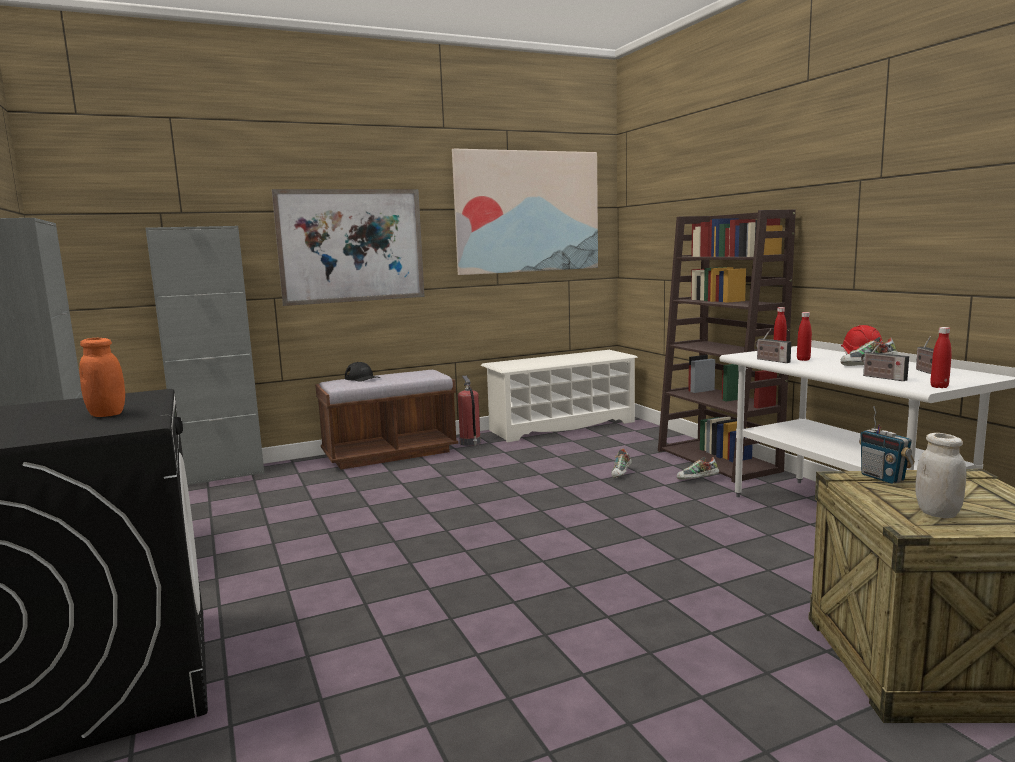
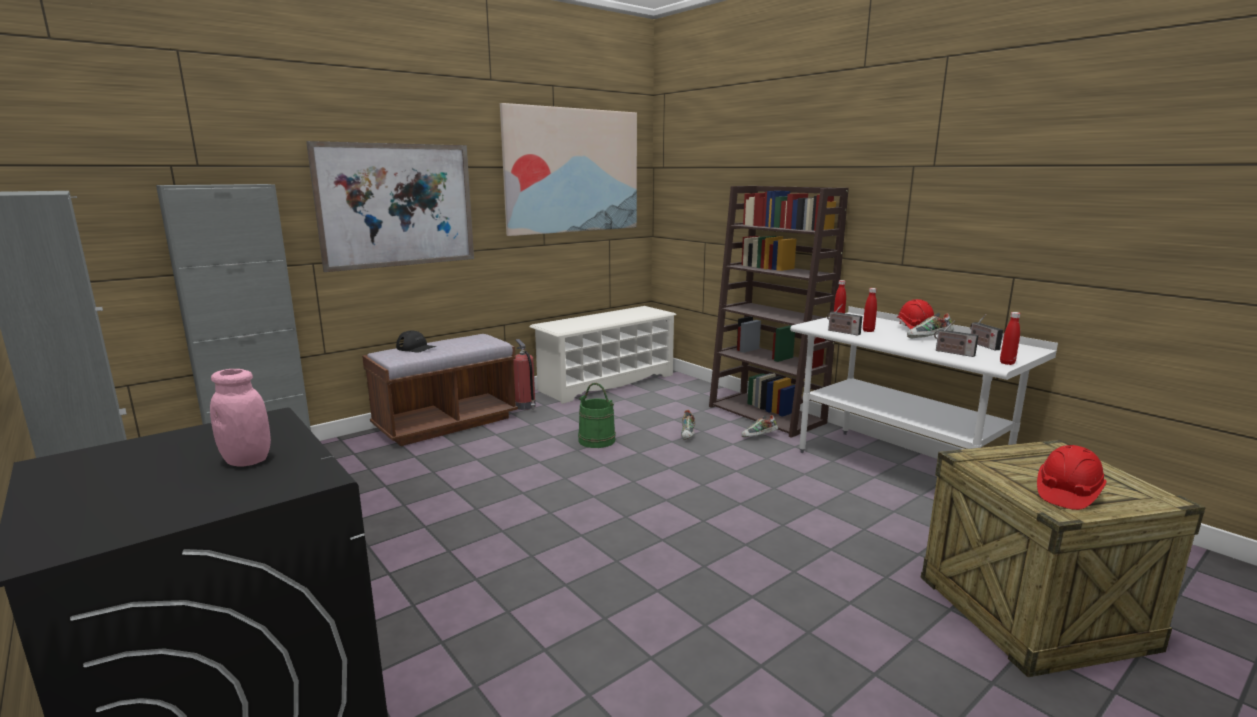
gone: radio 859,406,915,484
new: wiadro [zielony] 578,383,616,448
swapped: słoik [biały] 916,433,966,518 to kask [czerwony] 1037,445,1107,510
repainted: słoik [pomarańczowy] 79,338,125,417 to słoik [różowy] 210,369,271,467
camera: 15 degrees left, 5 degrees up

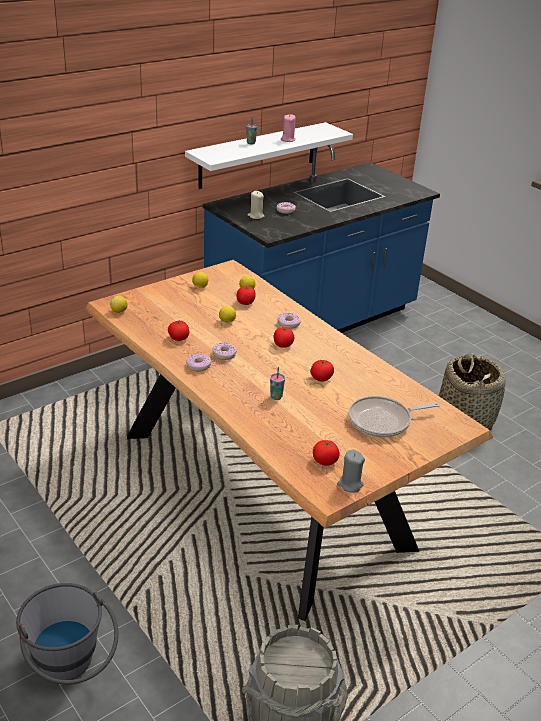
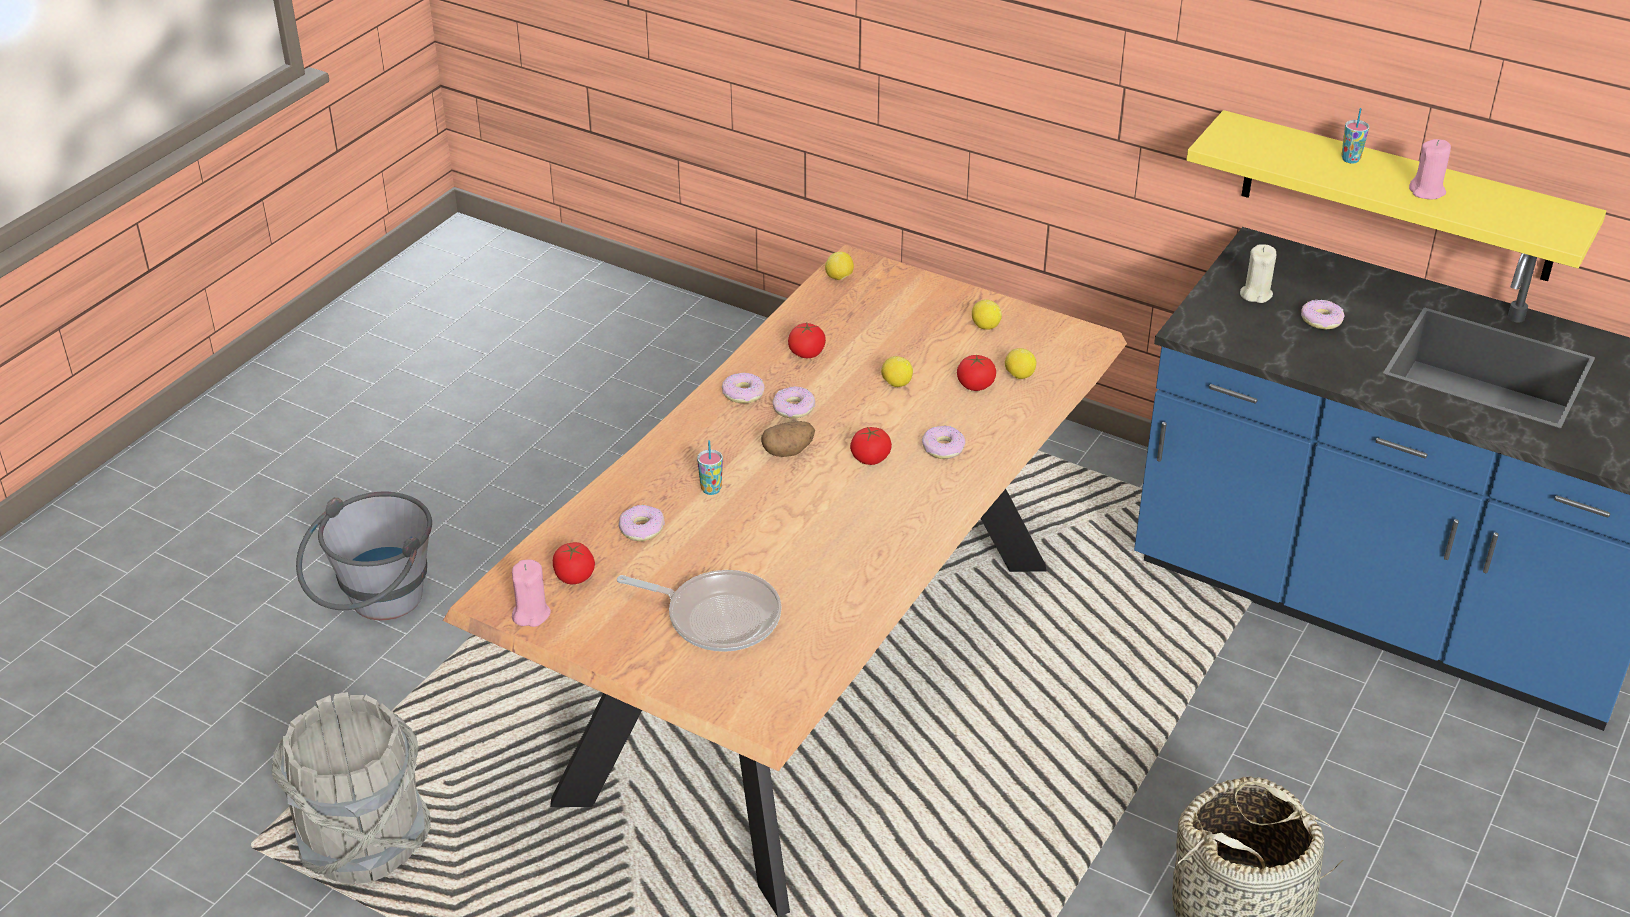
gone: pomidor 310,360,334,382
new: donut 618,505,665,541; ziemniak 761,421,815,457
repainted: półka [biały] 185,122,353,189 to półka [żółty] 1187,110,1606,281; świeca [szary] 337,450,365,493 to świeca [różowy] 512,560,551,627
rotated: patelnia 348,396,440,437 = 617,570,781,652 150 degrees clockwise
camera: 70 degrees right, 5 degrees up

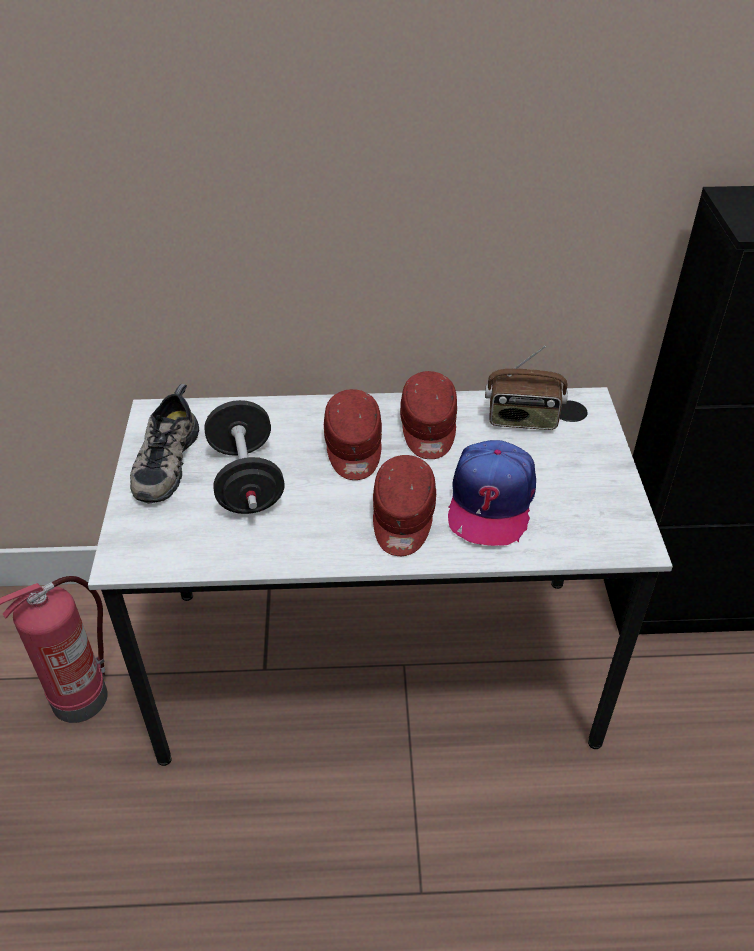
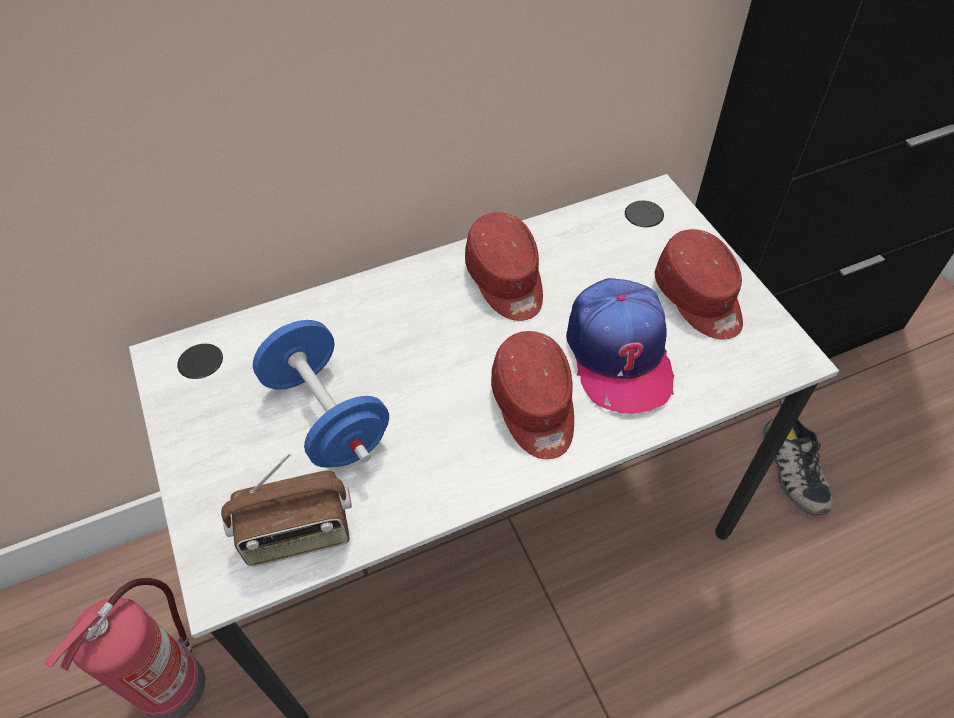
shifted: but 130,384,200,504 to 763,400,833,515; czapka z daszkiem [czerwony] 324,389,382,480 to 655,229,743,339; radio 485,346,568,430 to 221,453,352,566
repainted: hantel [czarny] 204,400,285,514 to hantel [niebieski] 253,320,389,468
camera: 20 degrees left, 10 degrees up

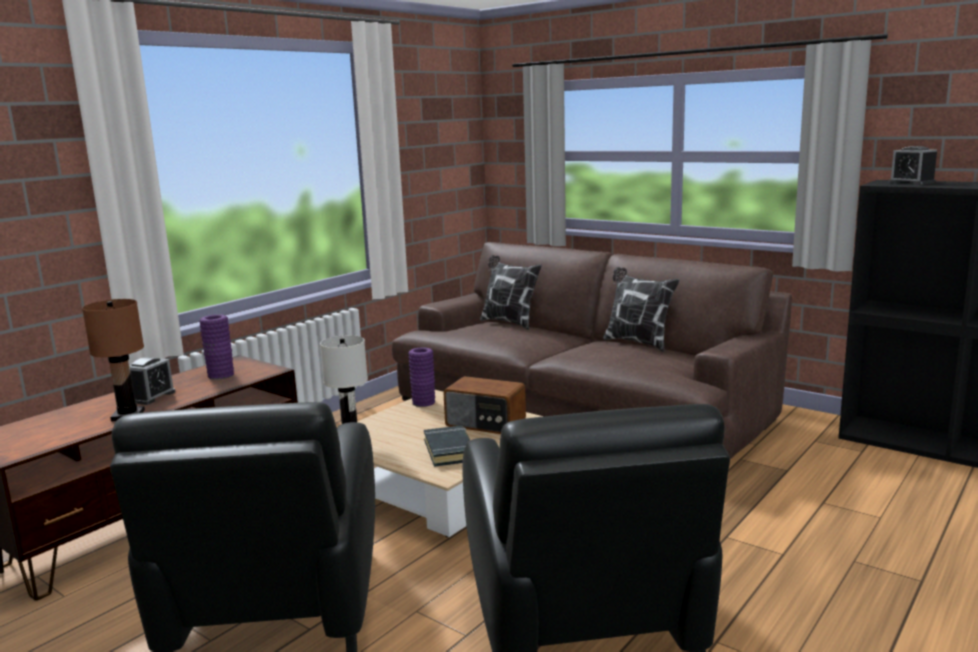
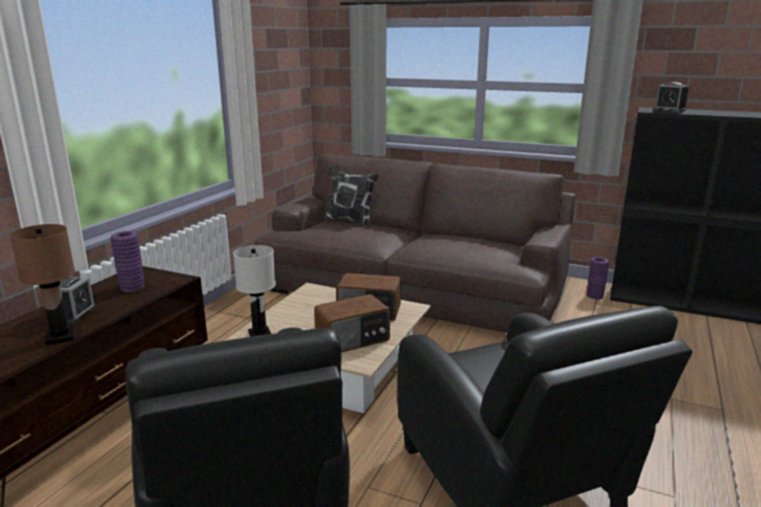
gone: poduszka 603,267,679,352
shifted: wazon [fioletowy] 408,347,435,407 to 587,257,609,299
swapped: książka [czarny] 424,425,470,467 to radio 314,294,390,353
camera: 15 degrees left, 5 degrees up

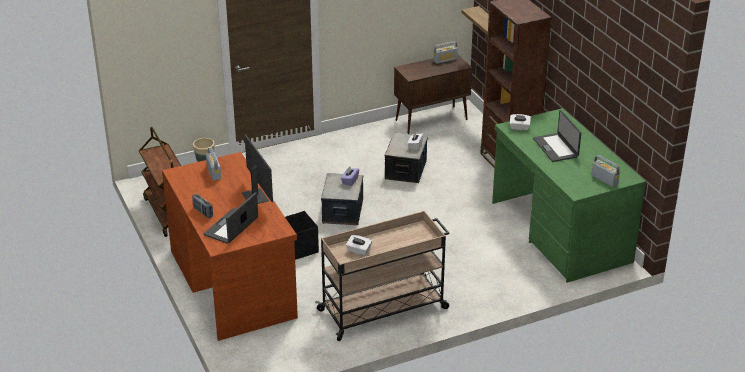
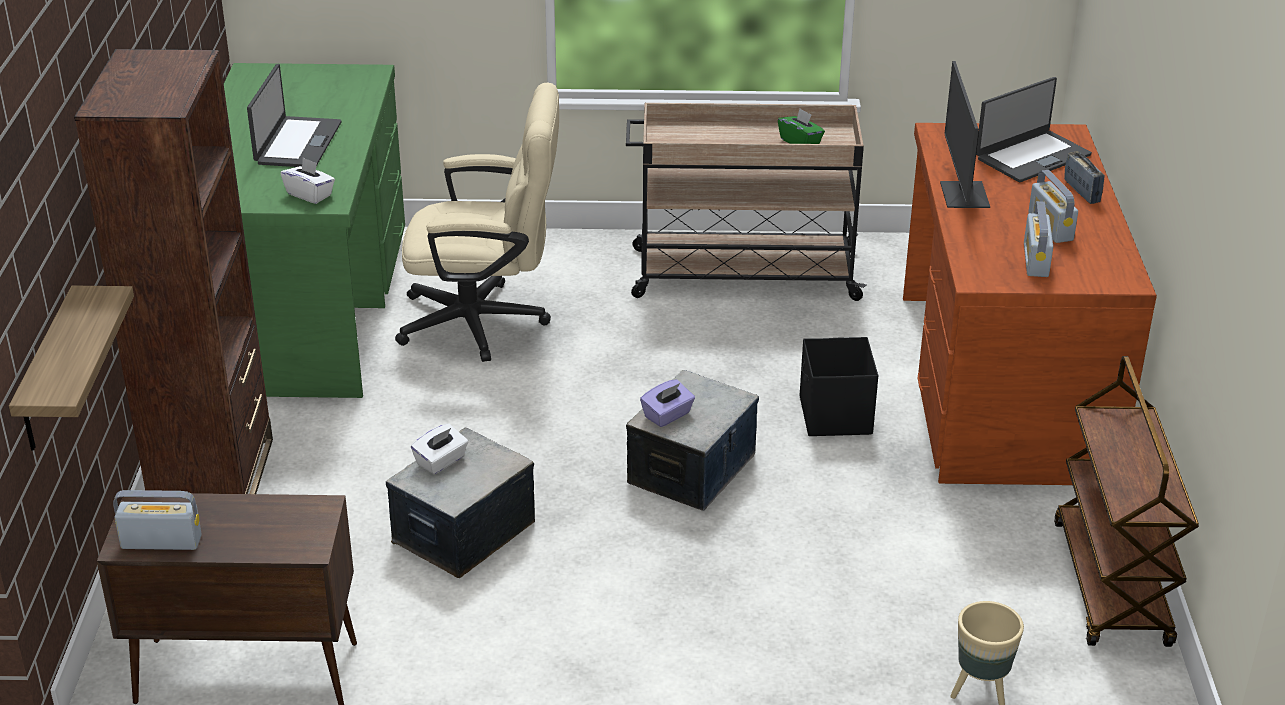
new: krzesło biurowe [beżowy] 395,82,559,362
shifted: radio 591,155,620,187 to 1028,170,1078,243
repainted: pudełko chusteczek [biały] 346,235,372,256 to pudełko chusteczek [zielony] 778,109,825,144
camera: 155 degrees left, 0 degrees up

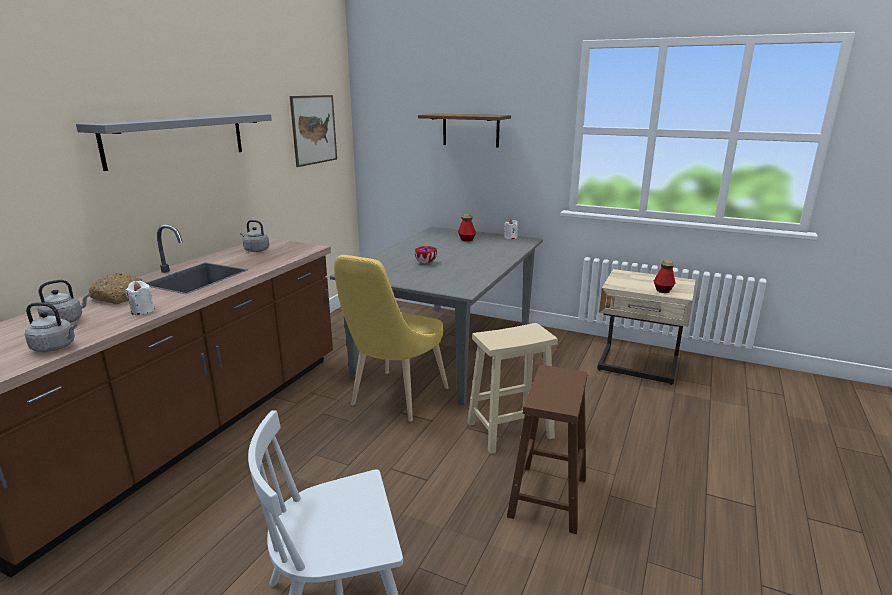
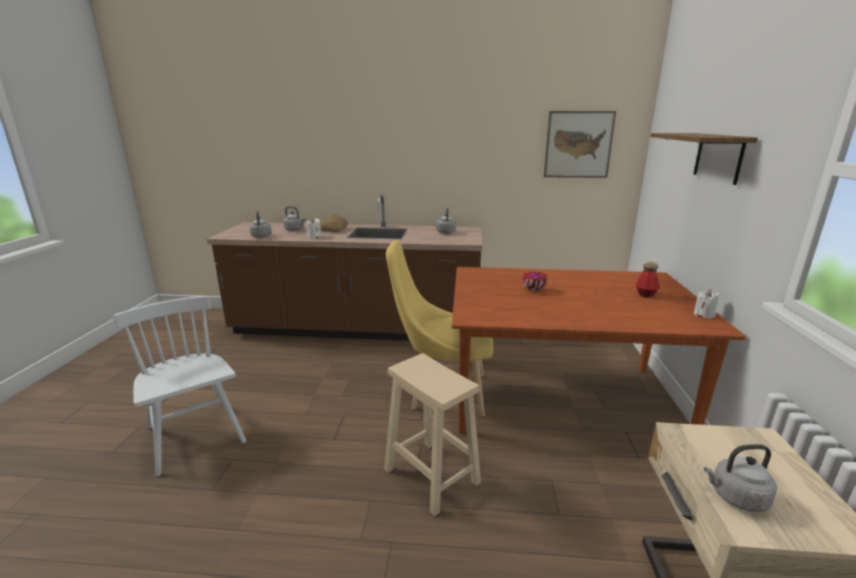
gone: półka [szary] 76,113,272,171; stołek [brązowy] 507,365,588,534
swapped: butelka 654,260,675,293 to czajnik [szary] 704,444,777,512
repainted: stół jadalny [szary] 330,226,543,405 to stół jadalny [brązowy] 452,267,746,434
camera: 70 degrees right, 0 degrees up

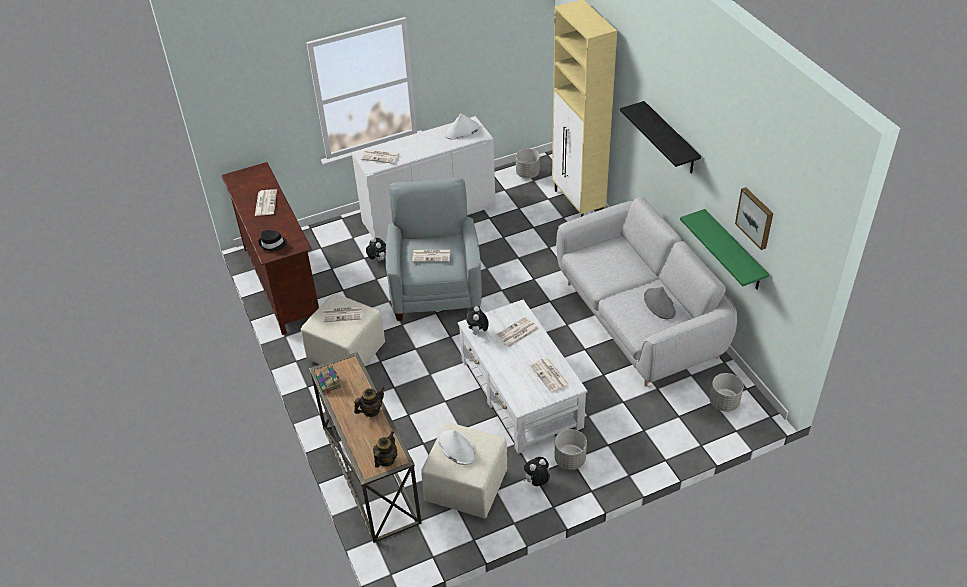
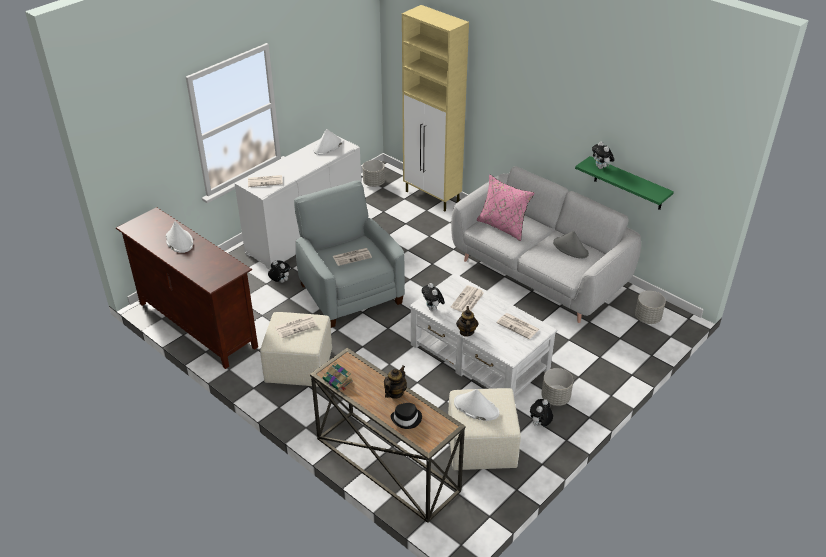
gone: półka [czarny] 620,101,701,174; obraz 735,187,773,250
new: poduszka [różowy] 477,175,534,241; pluszak 592,141,614,169
shifted: kapelusz [czarny] 258,230,287,251 to 391,403,422,429; imbryk 373,431,397,468 to 456,306,478,337
swapped: gazeta 255,189,277,216 to kapelusz [biały] 166,222,193,253
camera: 25 degrees left, 5 degrees down

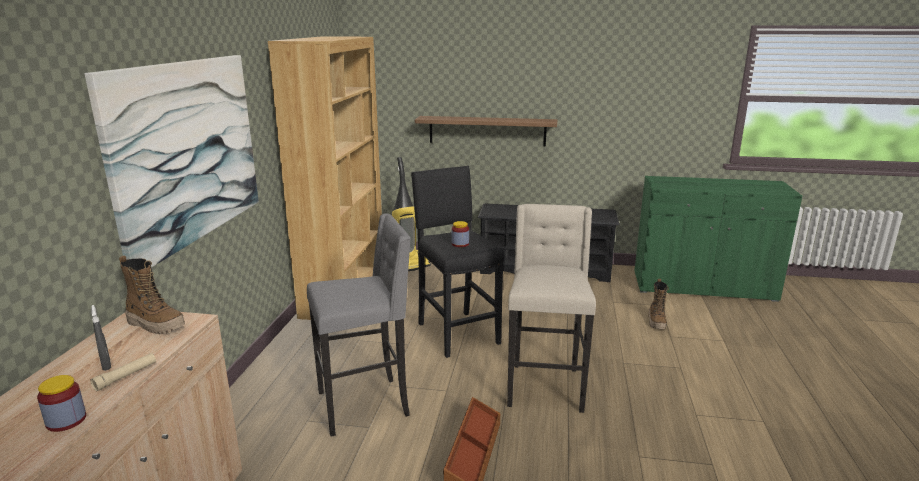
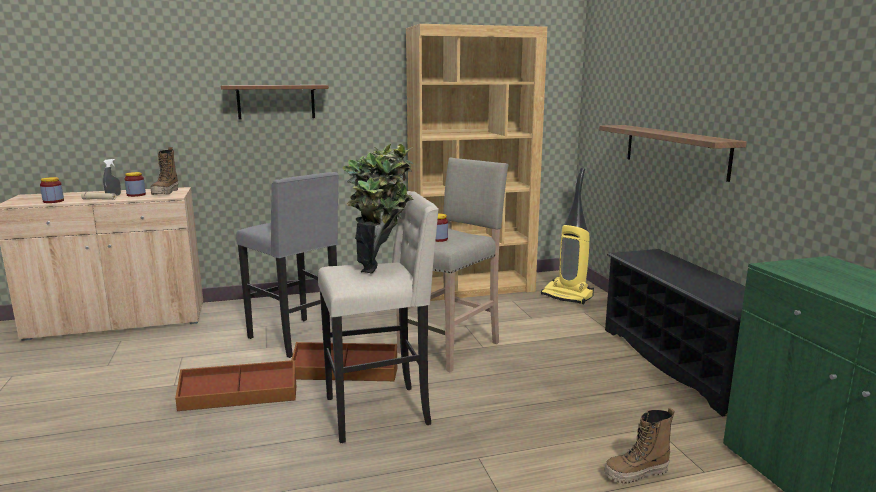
new: słoik 124,172,146,197; pojemnik do przechowywania [brązowy] 291,342,397,381; roślina doniczkowa 342,143,414,274
swapped: obraz 84,55,259,268 to półka [brązowy] 221,85,329,119
repainted: stołek [czarny] 411,166,504,358 to stołek [beżowy] 397,157,508,372
camera: 65 degrees right, 5 degrees down

